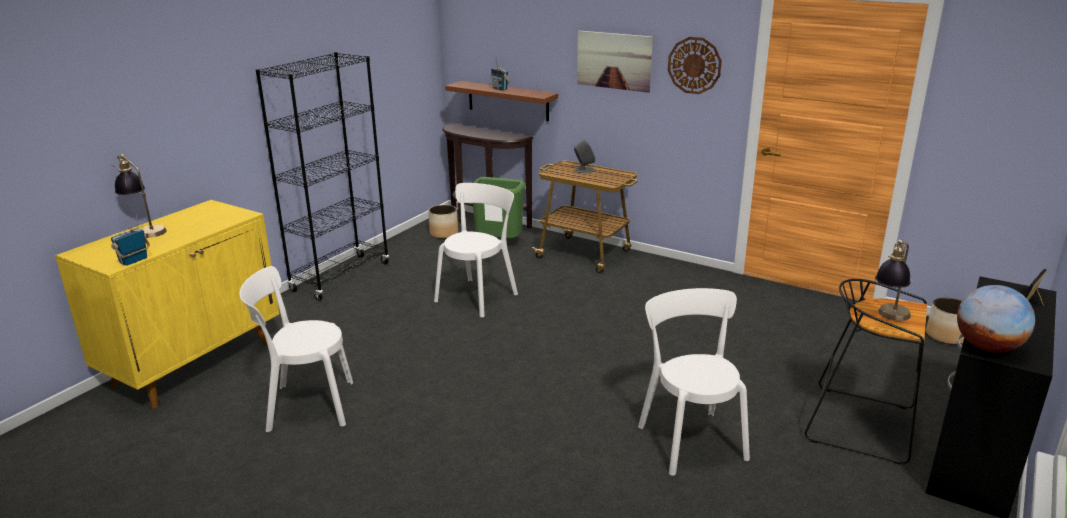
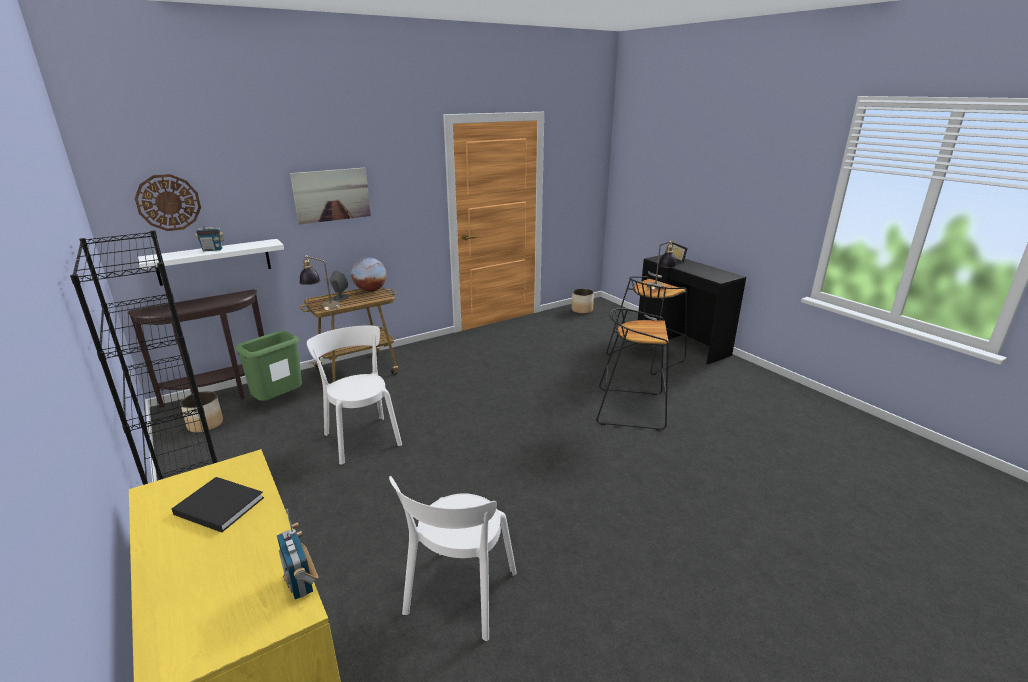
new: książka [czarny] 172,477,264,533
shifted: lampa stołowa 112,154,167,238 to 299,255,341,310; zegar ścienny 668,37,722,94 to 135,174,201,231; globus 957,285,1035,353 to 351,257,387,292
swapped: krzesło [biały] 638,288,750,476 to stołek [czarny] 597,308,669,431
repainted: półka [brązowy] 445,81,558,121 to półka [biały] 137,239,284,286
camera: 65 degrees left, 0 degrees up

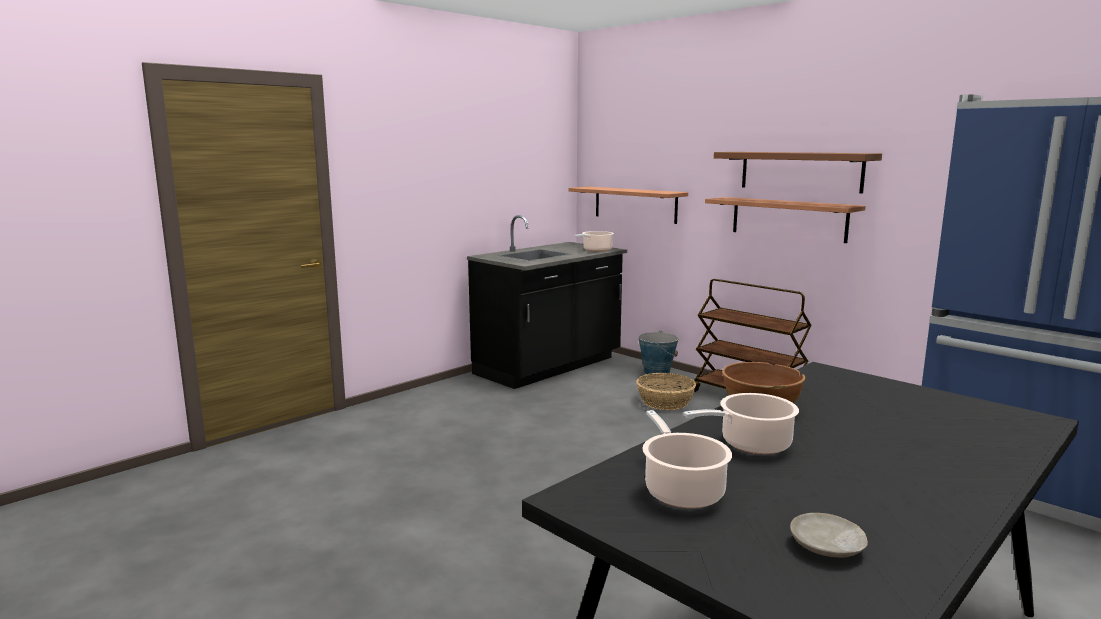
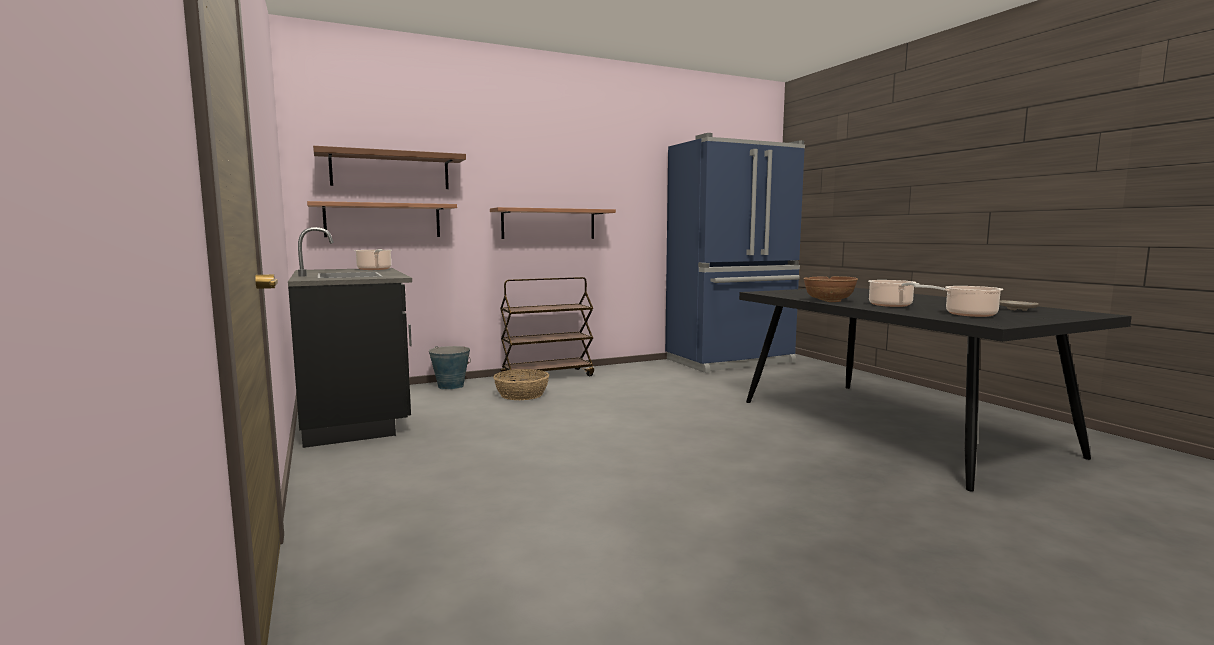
shifted: półka [brązowy] 714,152,882,193 to 313,146,466,189
camera: 70 degrees left, 5 degrees down

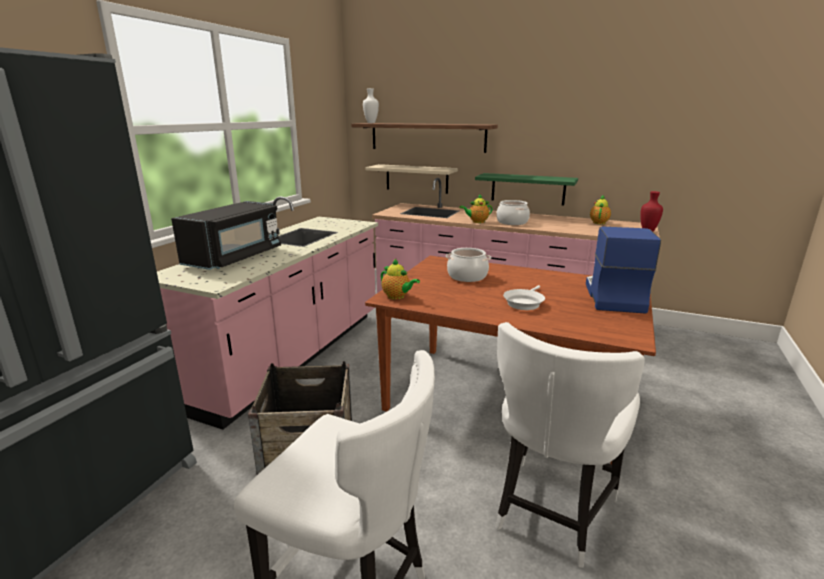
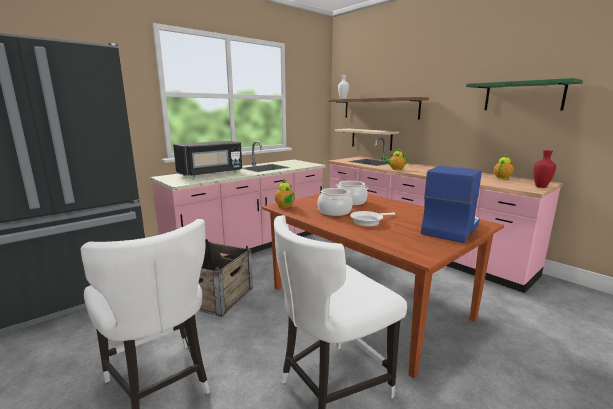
shifted: półka [zielony] 475,173,578,206 to 466,78,583,111; garnek 496,200,530,225 to 318,188,353,216
camera: 25 degrees right, 5 degrees down

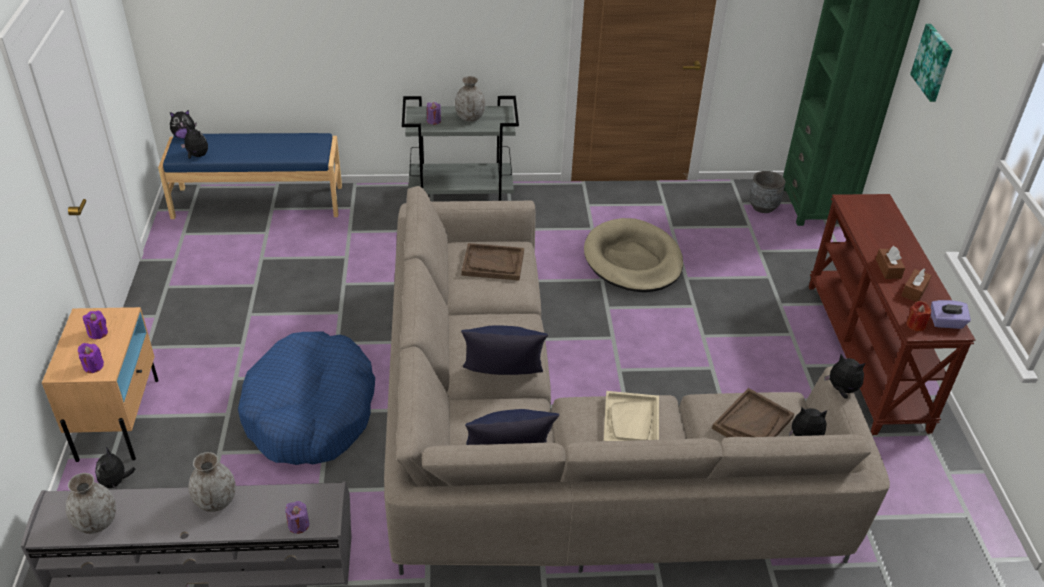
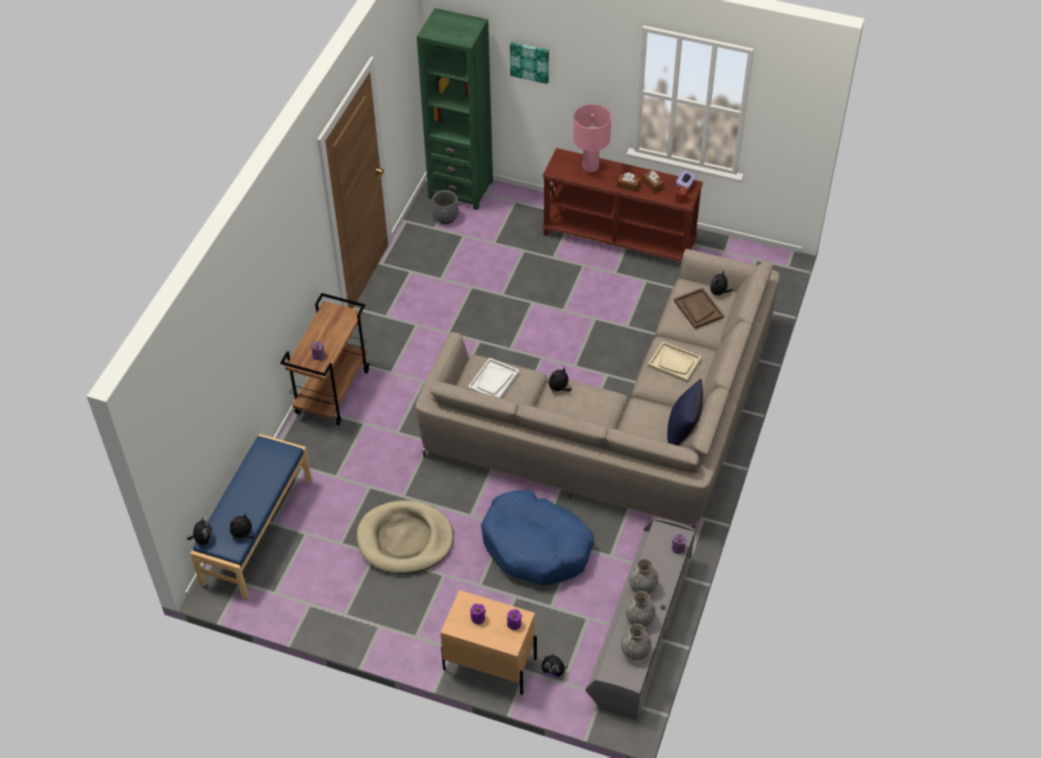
gone: poduszka [niebieski] 461,325,548,375
new: lampa stołowa [różowy] 573,104,611,173
shifted: wazon [szary] 455,76,485,122 to 626,591,655,627; legowisko [beżowy] 584,218,683,292 to 357,500,454,574; pluszak 824,354,865,399 to 549,367,572,392
repainted: wózek [szary] 402,96,519,201 to wózek [brązowy] 280,293,370,425; taca [brązowy] 461,243,524,281 to taca [biały] 468,358,519,398
camera: 65 degrees left, 10 degrees up

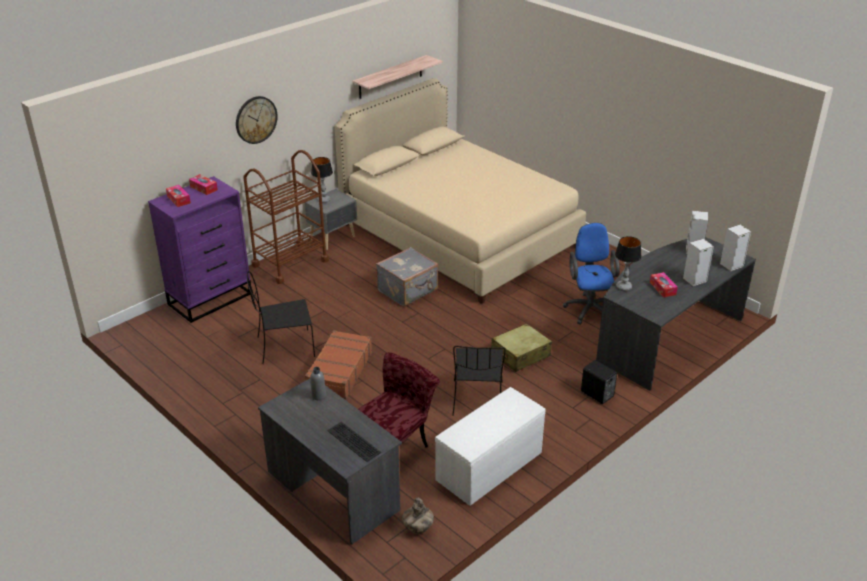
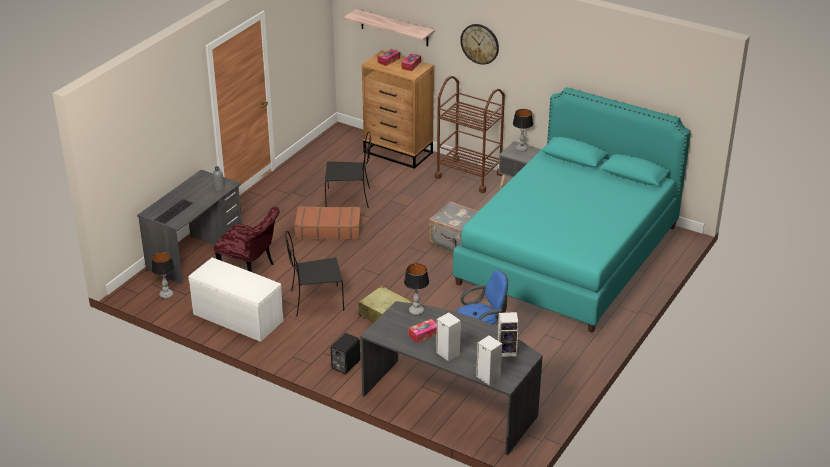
shifted: półka 353,55,443,99 to 343,9,435,46
swapped: wazon 402,498,434,534 to lampa stołowa 151,252,174,299
repainted: komoda [fioletowy] 148,176,251,323 to komoda [brązowy] 361,51,434,169; łóżko [beżowy] 335,78,586,304 to łóżko [turkusowy] 453,87,691,333
rotated: krzesło [czarny] 247,271,315,364 = 325,132,371,208 120 degrees clockwise
camera: 75 degrees right, 0 degrees up

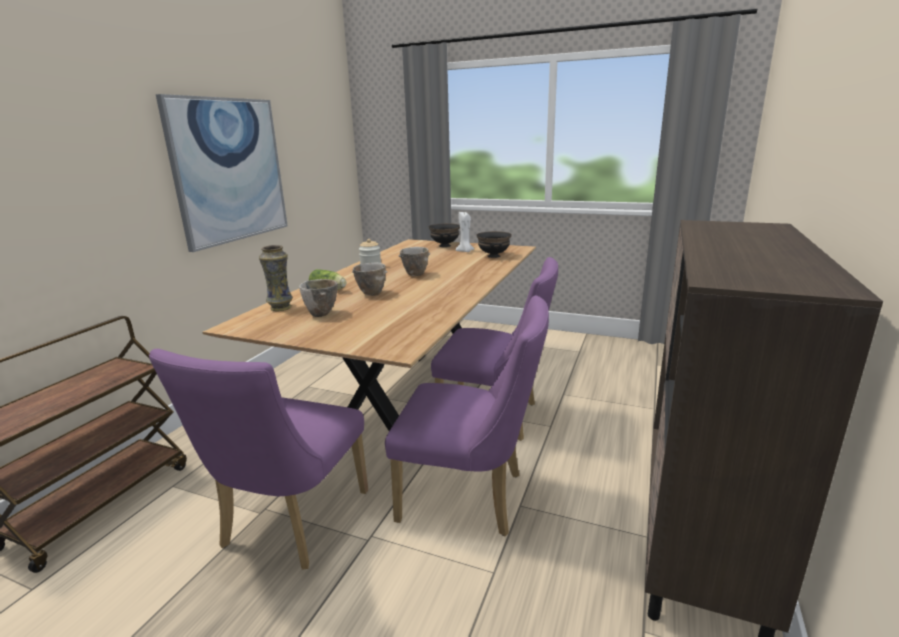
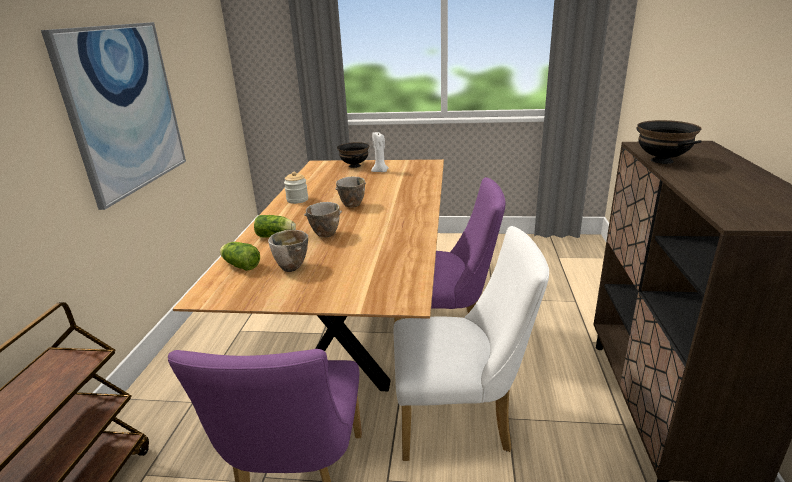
shifted: miska [czarny] 476,231,512,258 to 637,120,702,164
swapped: wazon 259,245,293,311 to sałata 220,242,260,271
repainted: krzesło [fioletowy] 385,296,549,536 to krzesło [biały] 394,226,549,461
camera: 15 degrees left, 5 degrees up

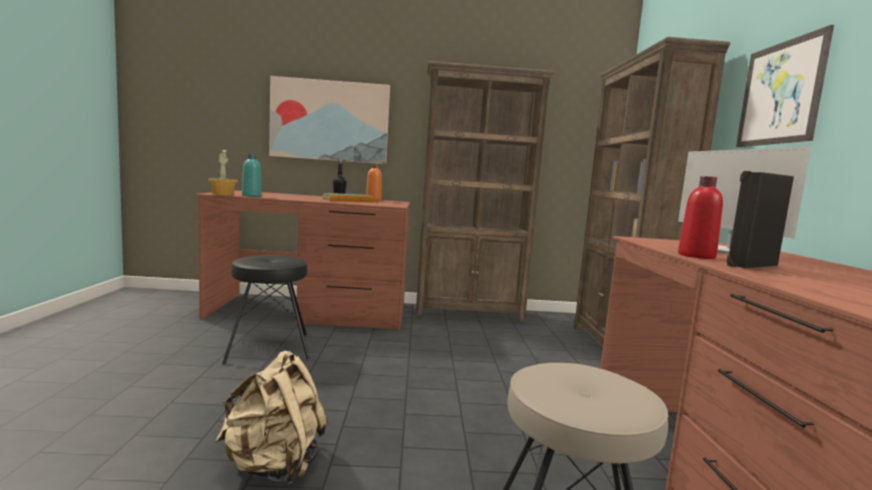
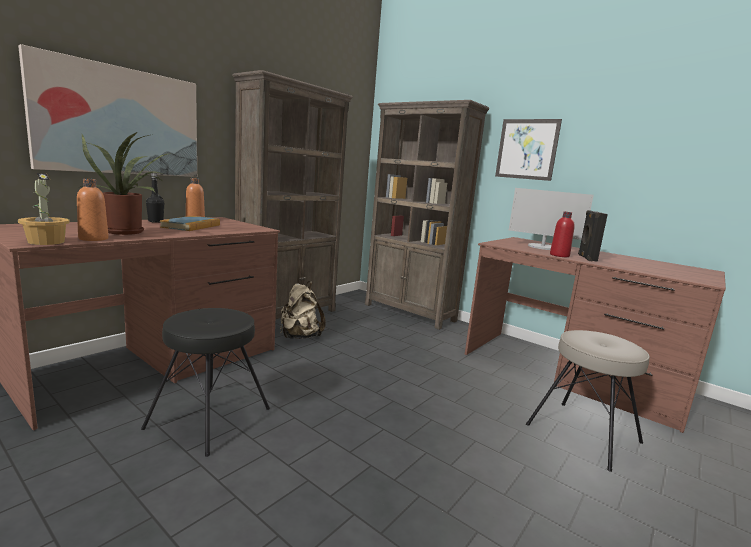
new: roślina doniczkowa 80,132,172,235
shifted: plecak [beżowy] 215,351,328,485 to 280,281,325,339
repainted: butelka [turkusowy] 242,153,261,197 to butelka [pomarańczowy] 77,179,109,241
camera: 50 degrees left, 5 degrees up

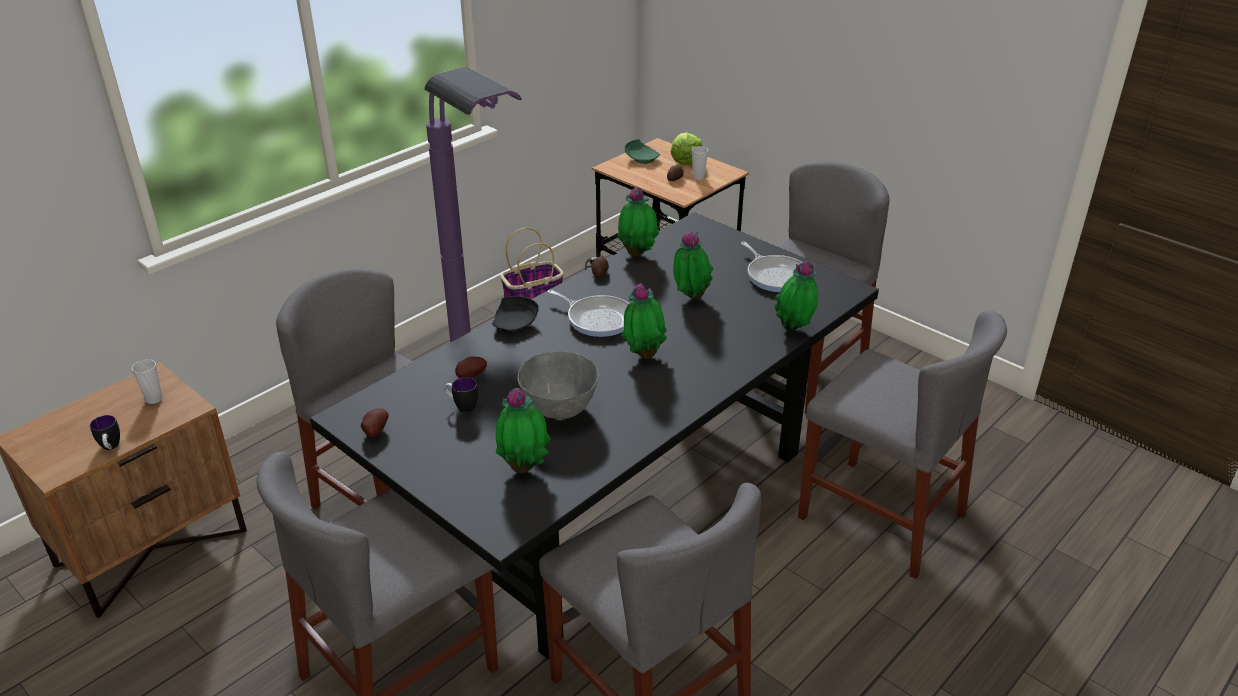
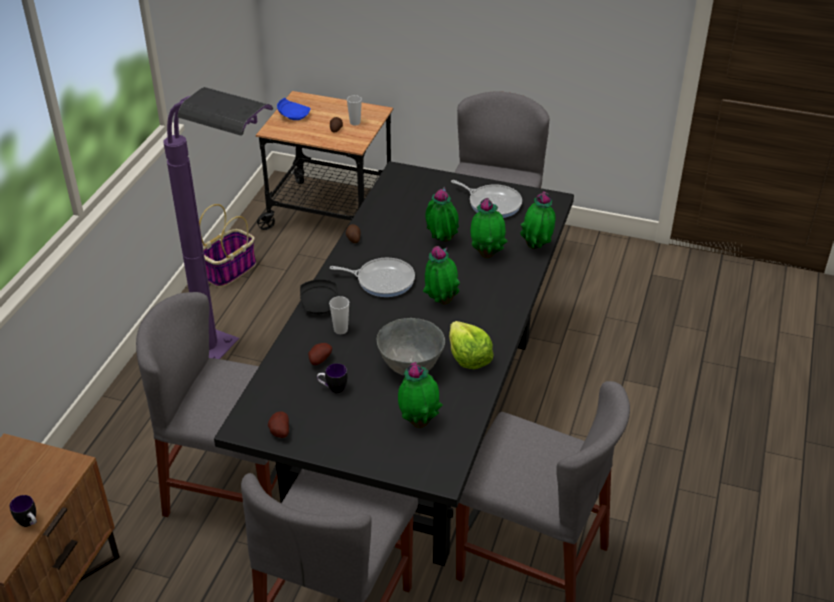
gone: krzesło [szary] 798,311,1007,579
shifted: filiżanka 131,359,163,404 to 329,296,349,334; roślina doniczkowa 617,187,659,257 to 471,198,508,258; sałata 670,132,703,165 to 449,321,494,369
repainted: talerz [zielony] 625,139,660,164 to talerz [niebieski] 277,98,311,120
camera: 25 degrees left, 5 degrees up

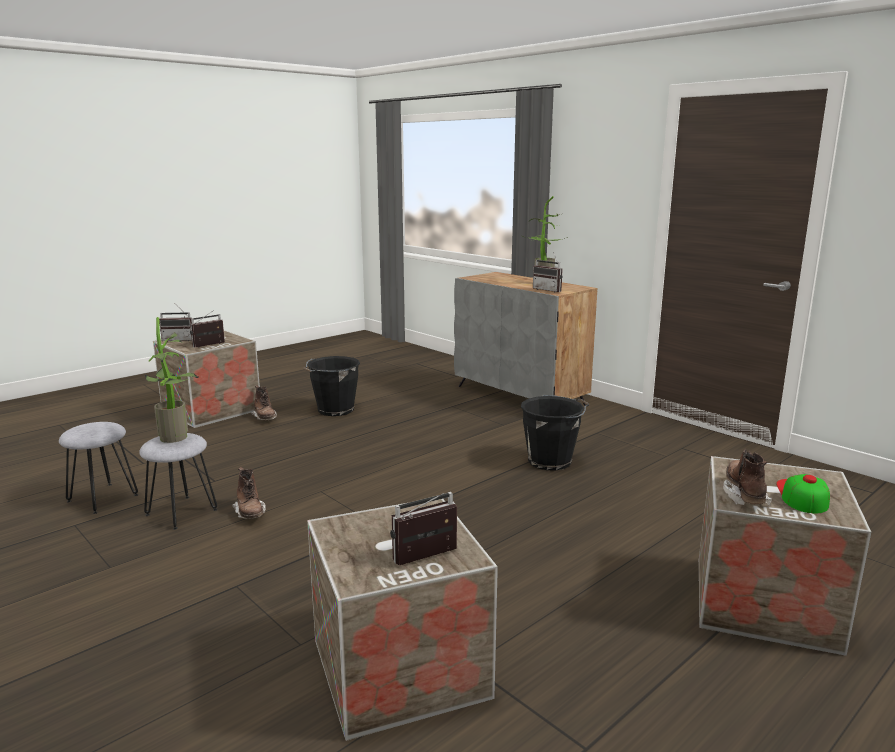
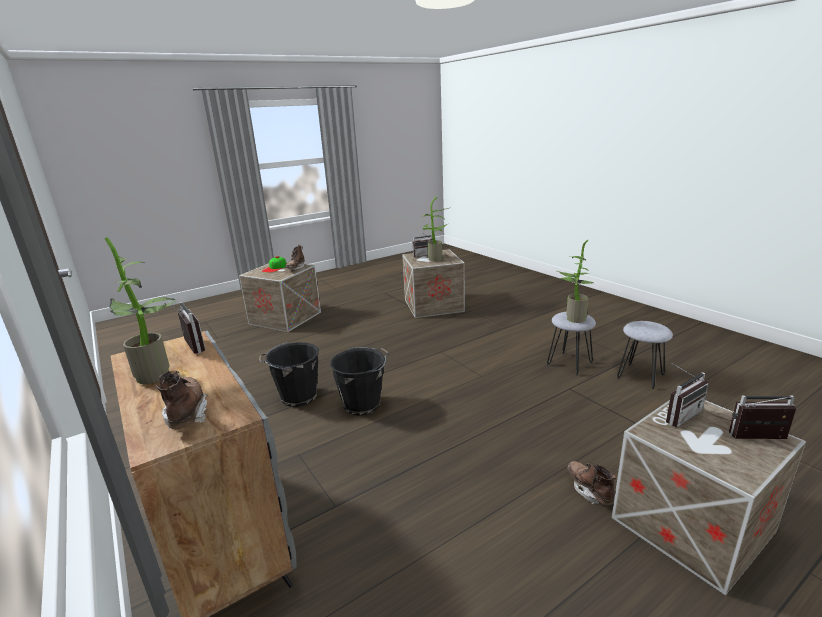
new: roślina doniczkowa 422,196,451,261
shifted: but z cholewką [brązowy] 232,467,266,519 to 156,371,208,430; wiadro [czarny] 303,356,360,416 to 330,347,389,415
camera: 170 degrees left, 5 degrees up

